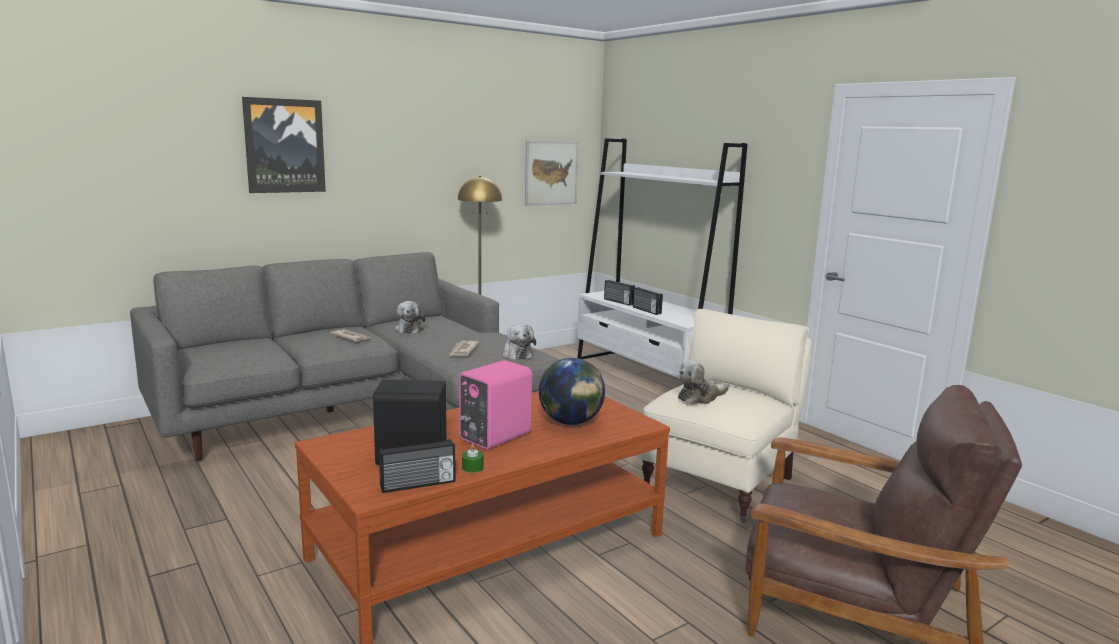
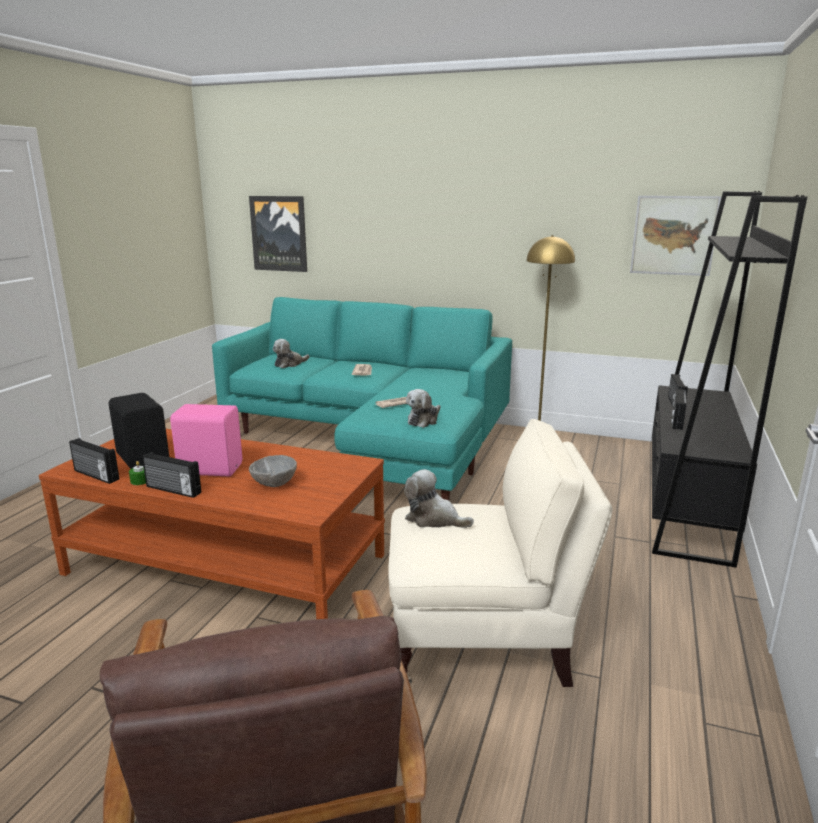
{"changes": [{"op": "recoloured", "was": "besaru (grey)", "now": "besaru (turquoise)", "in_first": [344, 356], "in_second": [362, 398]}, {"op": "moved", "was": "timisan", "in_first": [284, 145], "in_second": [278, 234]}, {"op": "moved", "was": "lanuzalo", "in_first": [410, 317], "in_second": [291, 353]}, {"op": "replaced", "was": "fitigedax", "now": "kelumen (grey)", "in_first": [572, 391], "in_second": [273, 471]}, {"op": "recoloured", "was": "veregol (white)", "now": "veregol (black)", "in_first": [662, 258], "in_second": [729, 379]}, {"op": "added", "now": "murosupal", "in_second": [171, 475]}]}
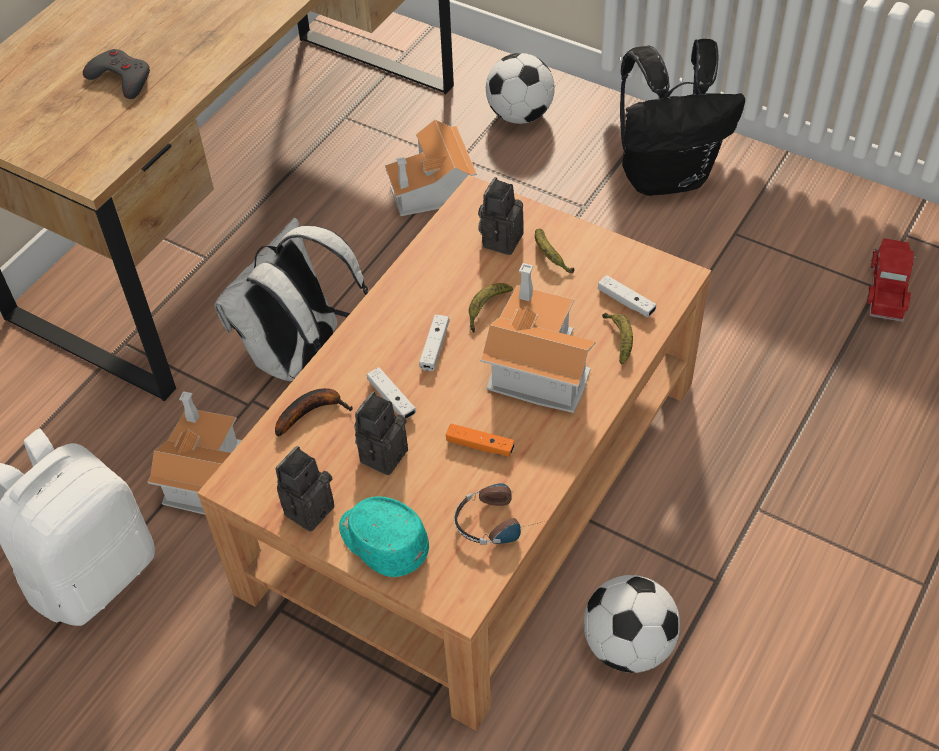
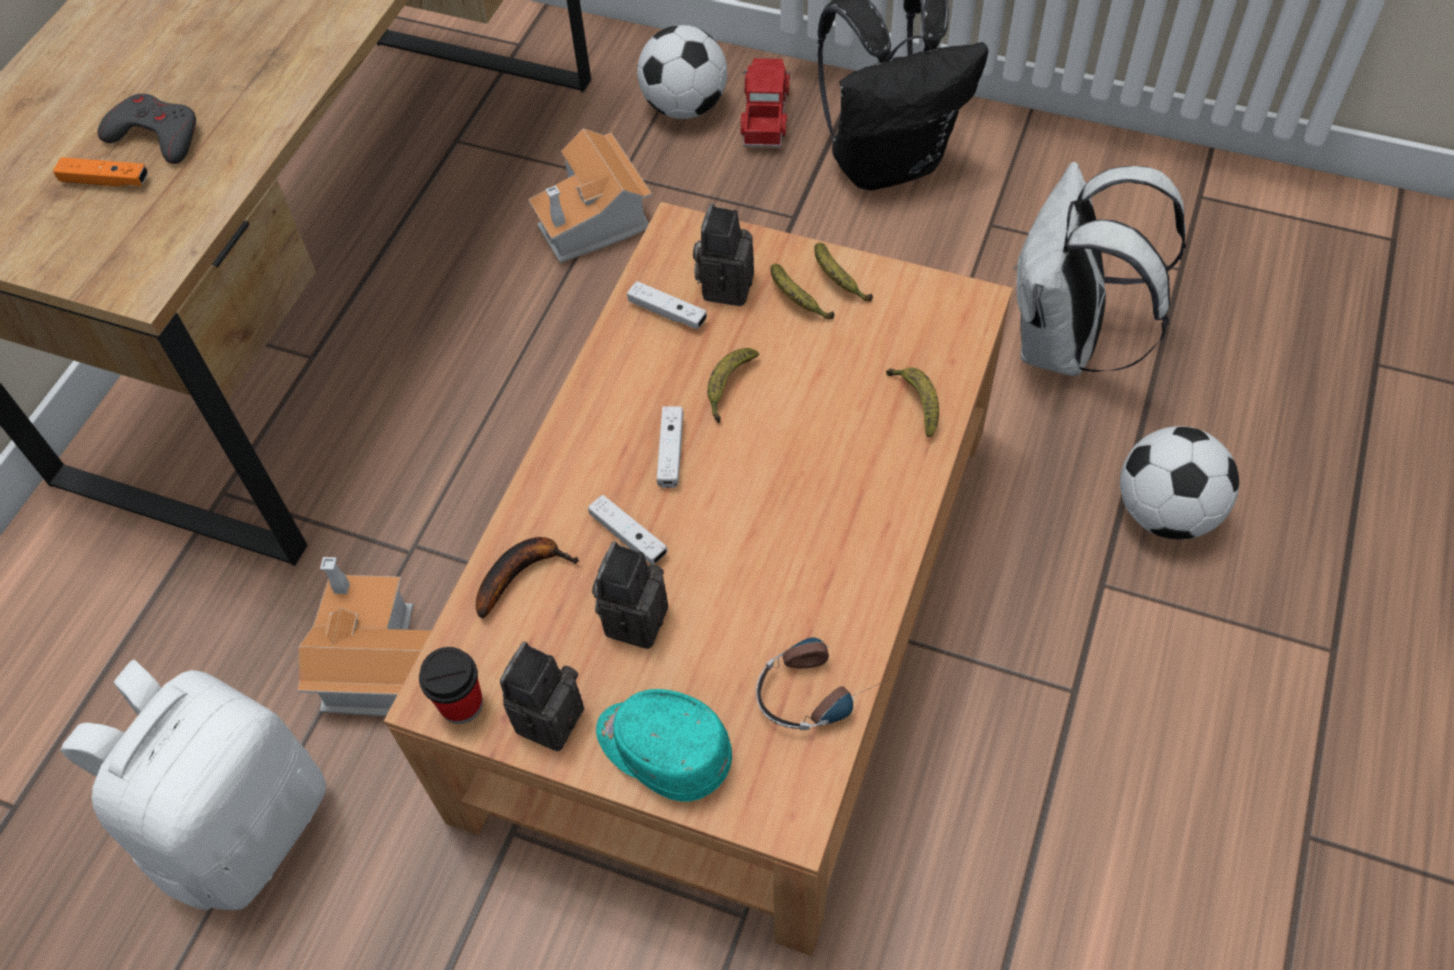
{"changes": [{"op": "moved", "was": "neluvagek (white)", "in_first": [291, 299], "in_second": [1100, 269]}, {"op": "moved", "was": "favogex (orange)", "in_first": [480, 440], "in_second": [100, 171]}, {"op": "removed", "was": "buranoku", "in_first": [537, 338]}, {"op": "moved", "was": "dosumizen", "in_first": [632, 624], "in_second": [1179, 482]}, {"op": "moved", "was": "favogex (white)", "in_first": [627, 296], "in_second": [667, 305]}, {"op": "moved", "was": "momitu", "in_first": [892, 280], "in_second": [766, 103]}, {"op": "added", "now": "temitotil", "in_second": [451, 685]}, {"op": "added", "now": "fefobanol", "in_second": [843, 272]}]}
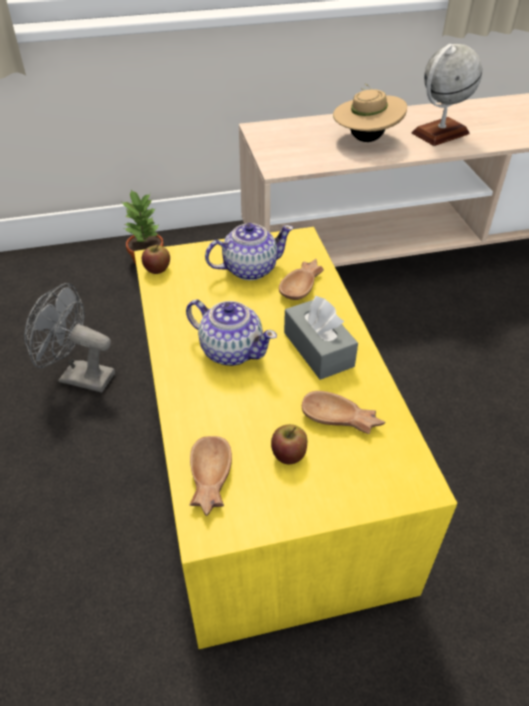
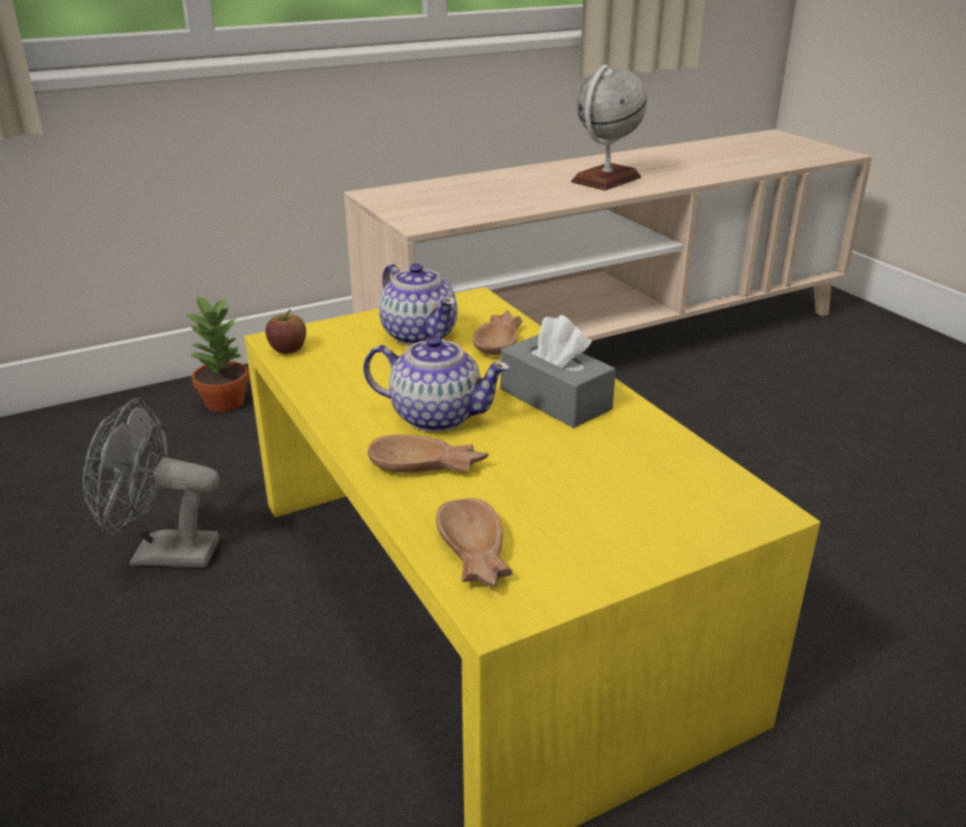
{"changes": [{"op": "turned", "was": "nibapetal", "in_first": [249, 251], "in_second": [418, 304], "clockwise": 90}, {"op": "removed", "was": "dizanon", "in_first": [289, 444]}, {"op": "moved", "was": "kelumen (brown)", "in_first": [343, 412], "in_second": [428, 454]}, {"op": "removed", "was": "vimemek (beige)", "in_first": [370, 112]}]}
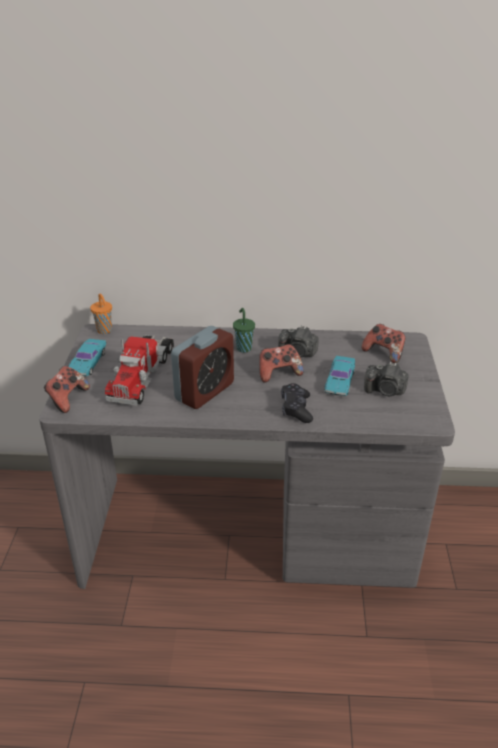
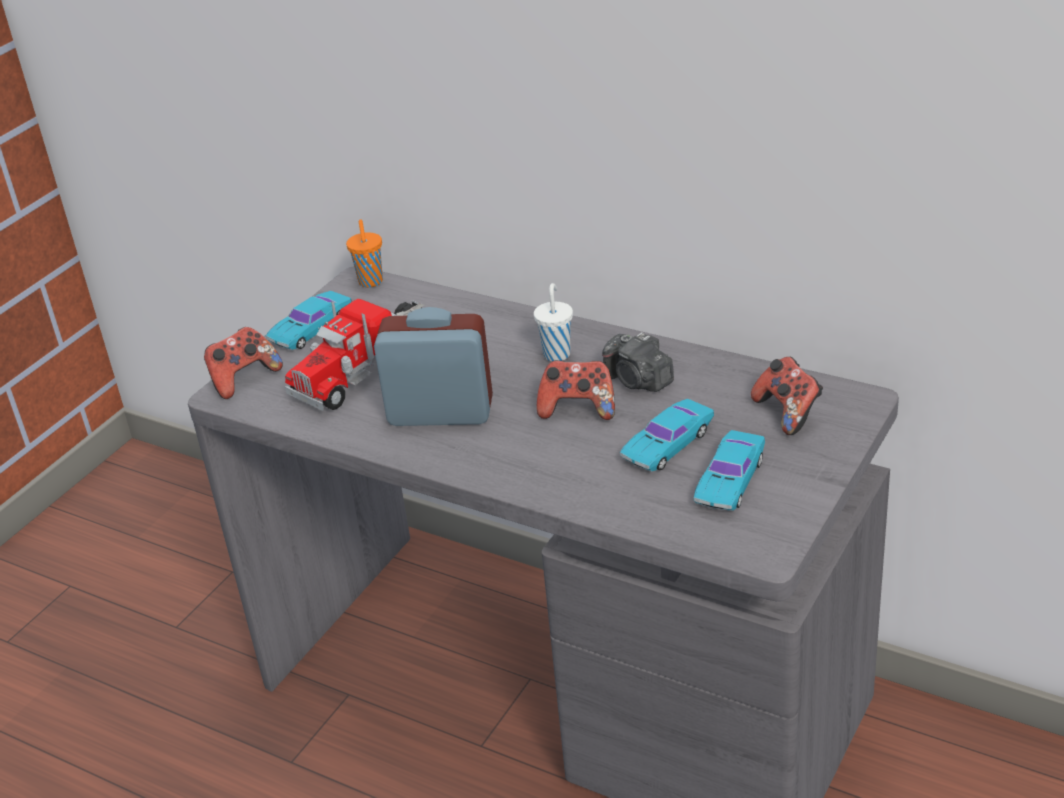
{"changes": [{"op": "turned", "was": "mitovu", "in_first": [202, 367], "in_second": [433, 366], "clockwise": -150}, {"op": "recoloured", "was": "temitotil (green)", "now": "temitotil (white)", "in_first": [244, 330], "in_second": [553, 322]}, {"op": "removed", "was": "favogex (black)", "in_first": [297, 403]}, {"op": "replaced", "was": "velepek", "now": "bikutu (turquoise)", "in_first": [386, 379], "in_second": [729, 470]}]}
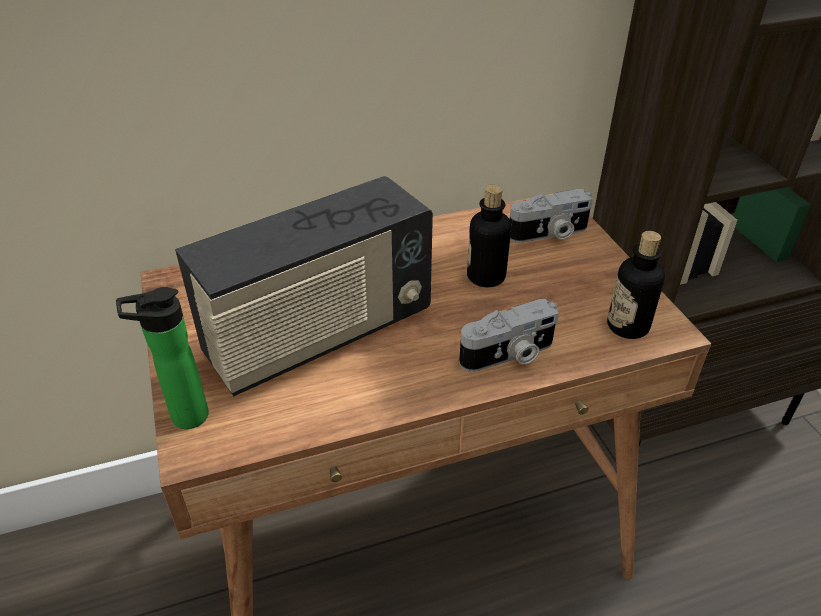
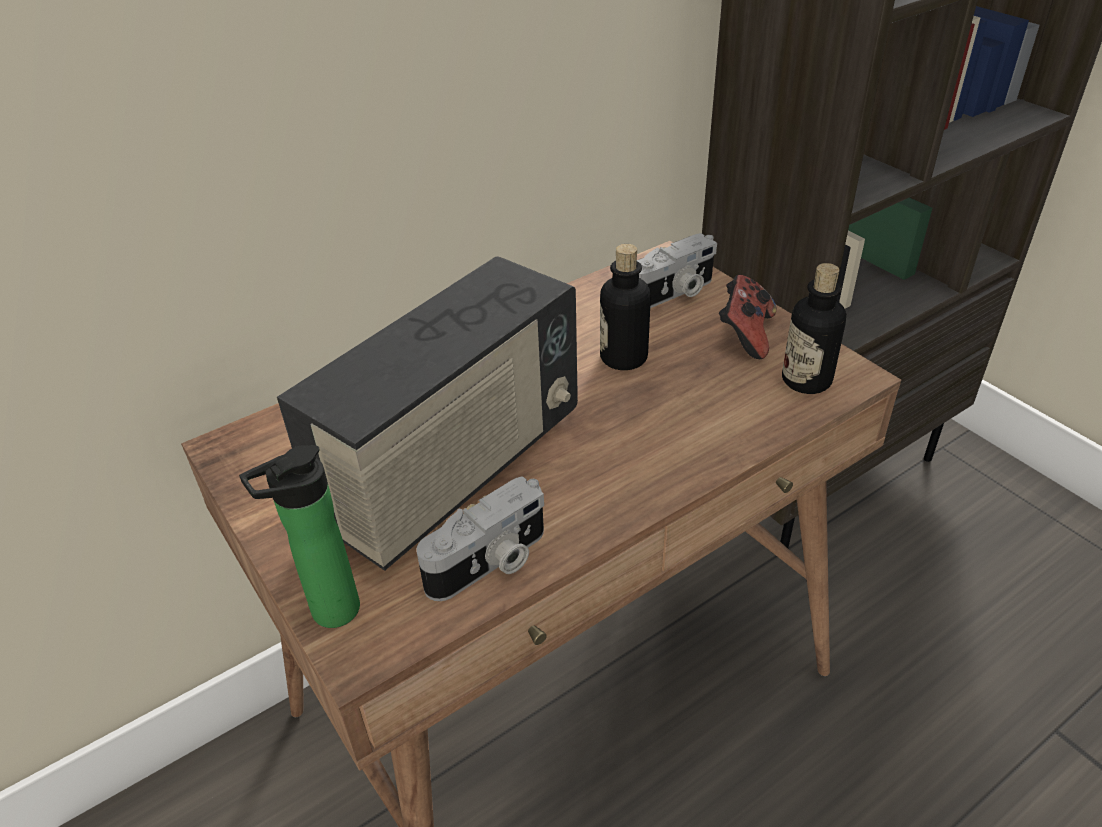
{"changes": [{"op": "moved", "was": "velepek", "in_first": [509, 335], "in_second": [480, 538]}, {"op": "added", "now": "favogex", "in_second": [748, 317]}]}
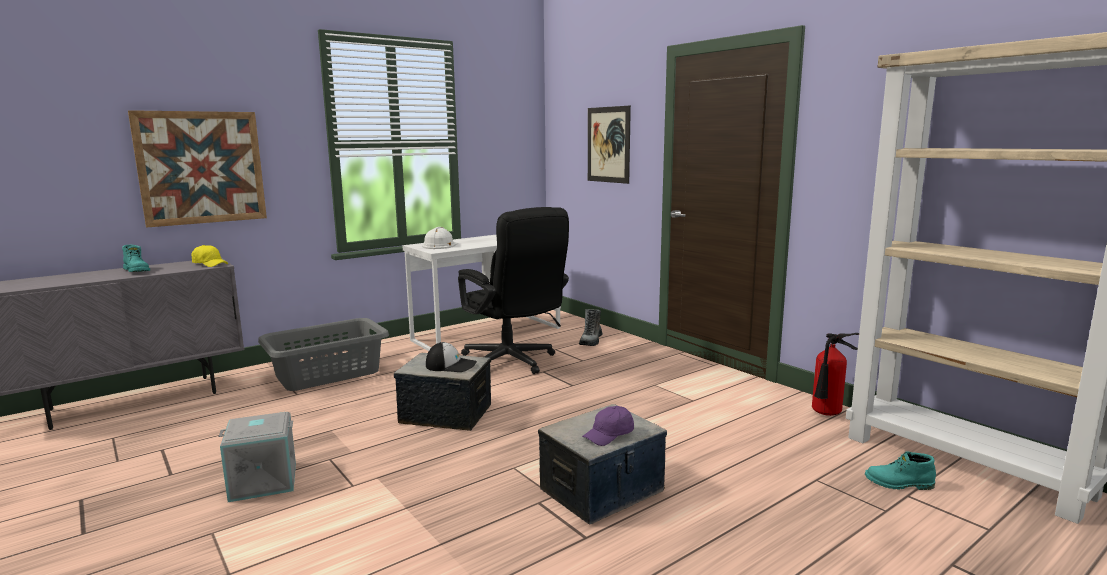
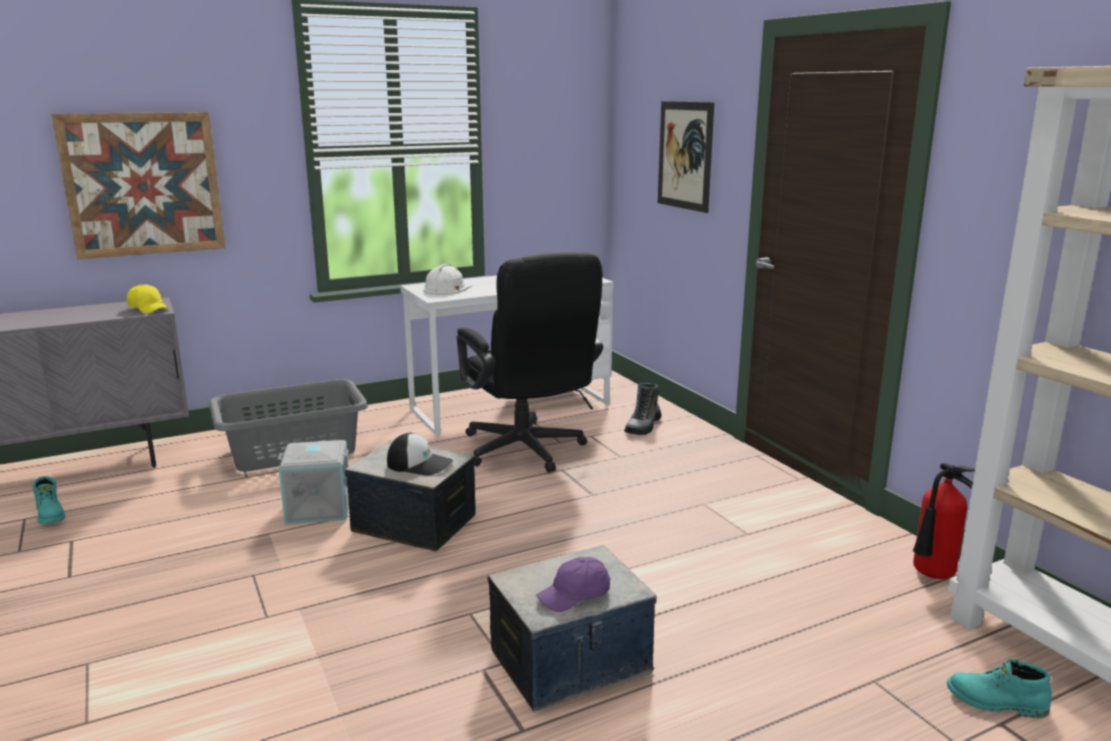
{"changes": [{"op": "moved", "was": "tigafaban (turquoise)", "in_first": [136, 258], "in_second": [48, 500]}, {"op": "moved", "was": "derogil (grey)", "in_first": [257, 457], "in_second": [313, 482]}]}
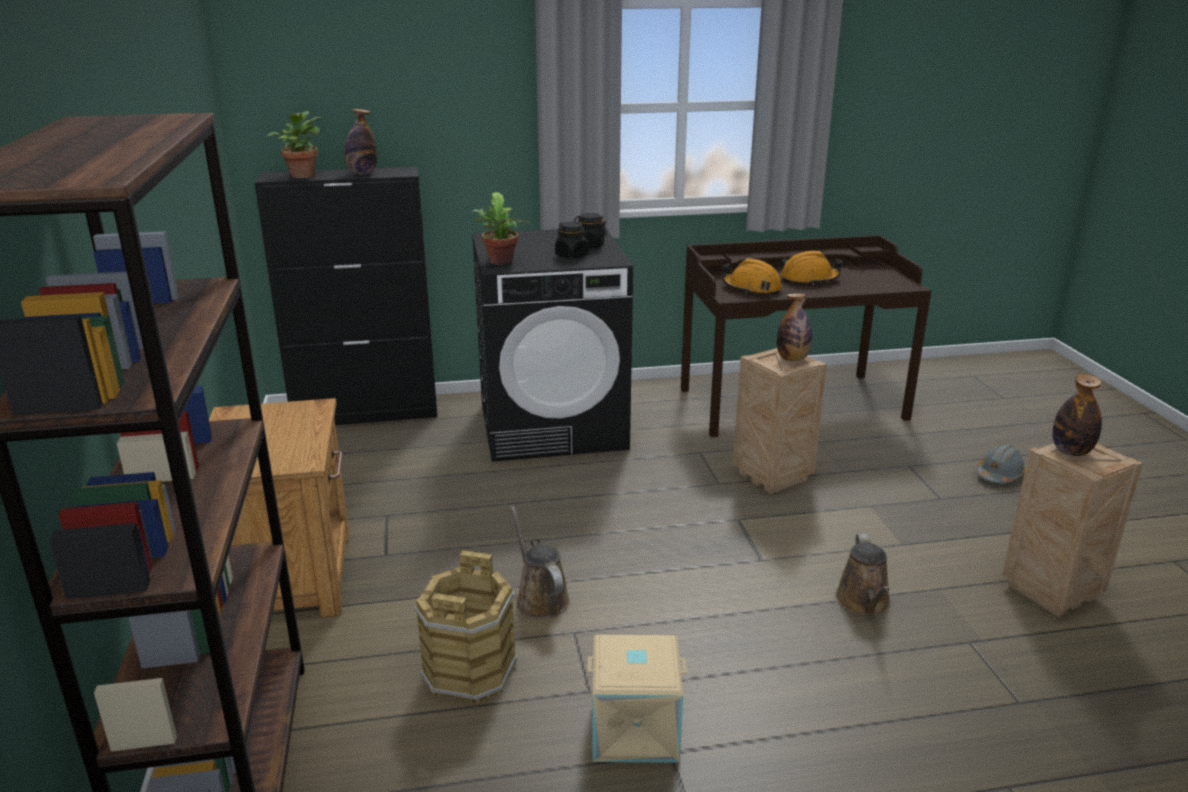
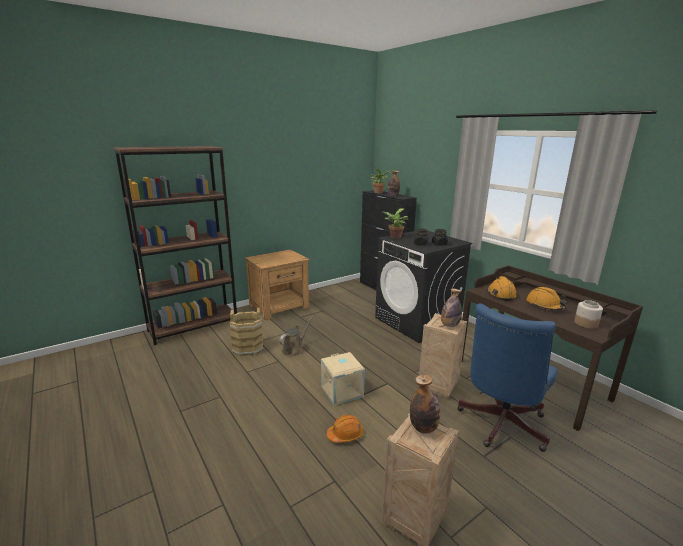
{"changes": [{"op": "moved", "was": "derogil (beige)", "in_first": [637, 699], "in_second": [343, 379]}, {"op": "replaced", "was": "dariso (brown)", "now": "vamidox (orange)", "in_first": [863, 575], "in_second": [345, 429]}, {"op": "removed", "was": "vamidox (grey)", "in_first": [1001, 463]}, {"op": "added", "now": "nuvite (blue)", "in_second": [507, 377]}, {"op": "added", "now": "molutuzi", "in_second": [588, 314]}]}
